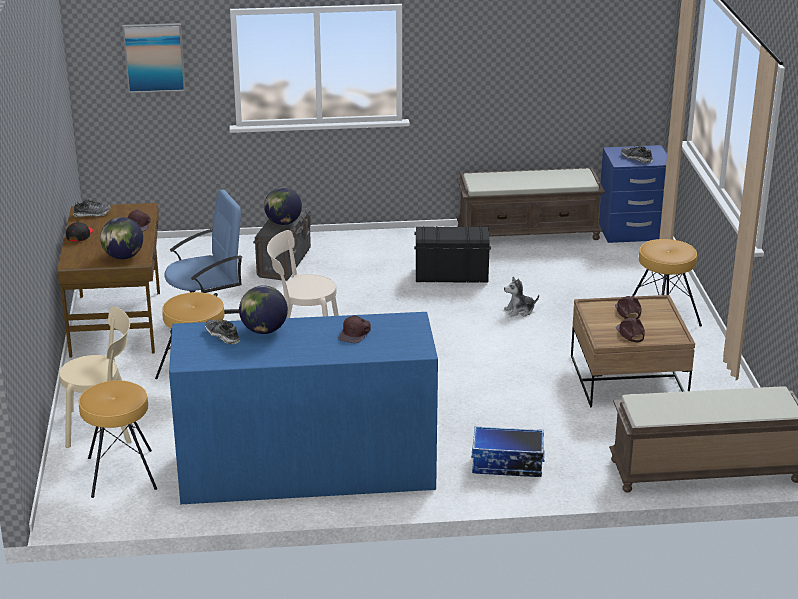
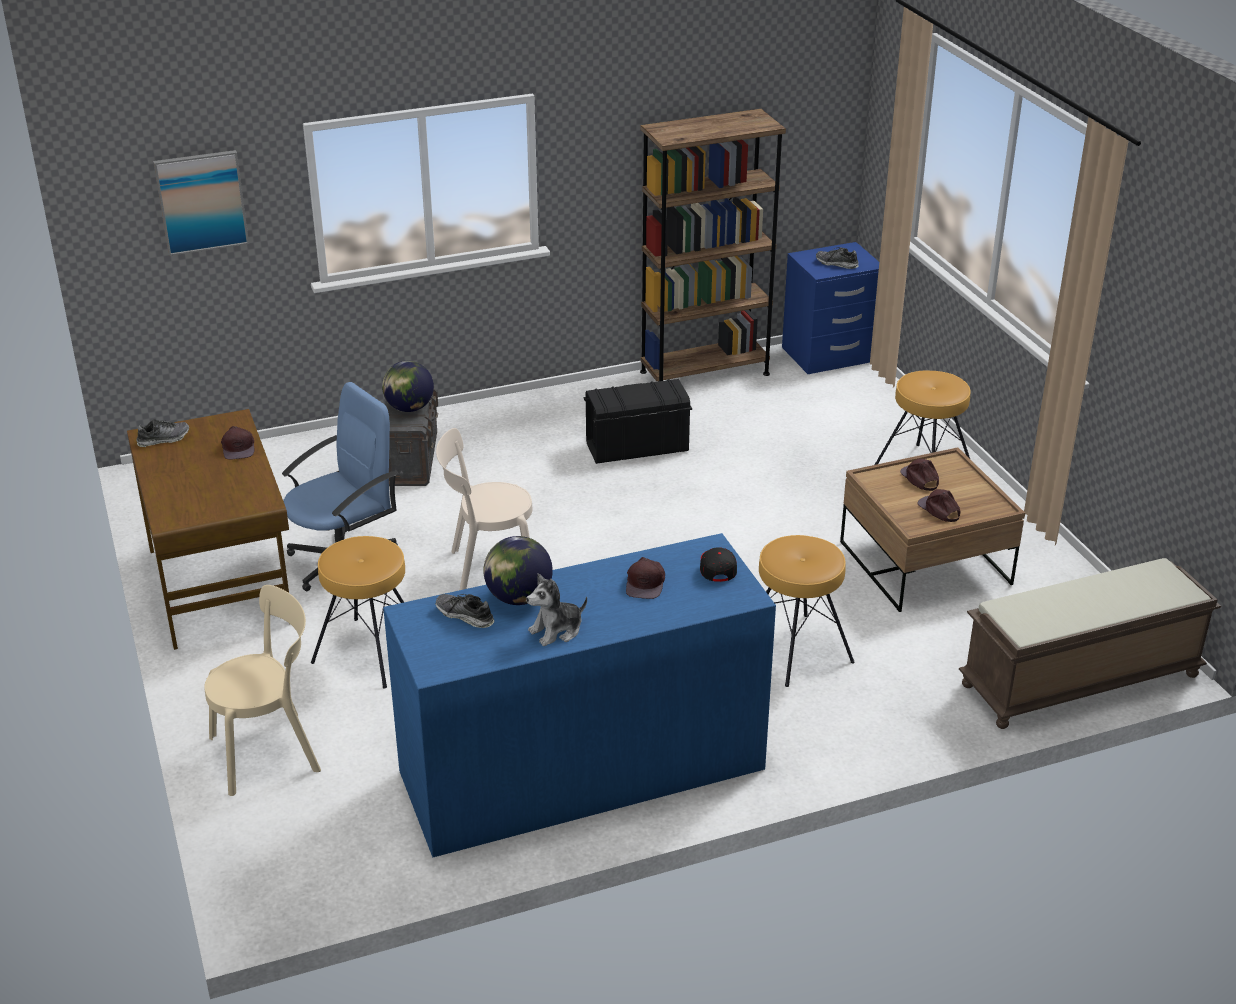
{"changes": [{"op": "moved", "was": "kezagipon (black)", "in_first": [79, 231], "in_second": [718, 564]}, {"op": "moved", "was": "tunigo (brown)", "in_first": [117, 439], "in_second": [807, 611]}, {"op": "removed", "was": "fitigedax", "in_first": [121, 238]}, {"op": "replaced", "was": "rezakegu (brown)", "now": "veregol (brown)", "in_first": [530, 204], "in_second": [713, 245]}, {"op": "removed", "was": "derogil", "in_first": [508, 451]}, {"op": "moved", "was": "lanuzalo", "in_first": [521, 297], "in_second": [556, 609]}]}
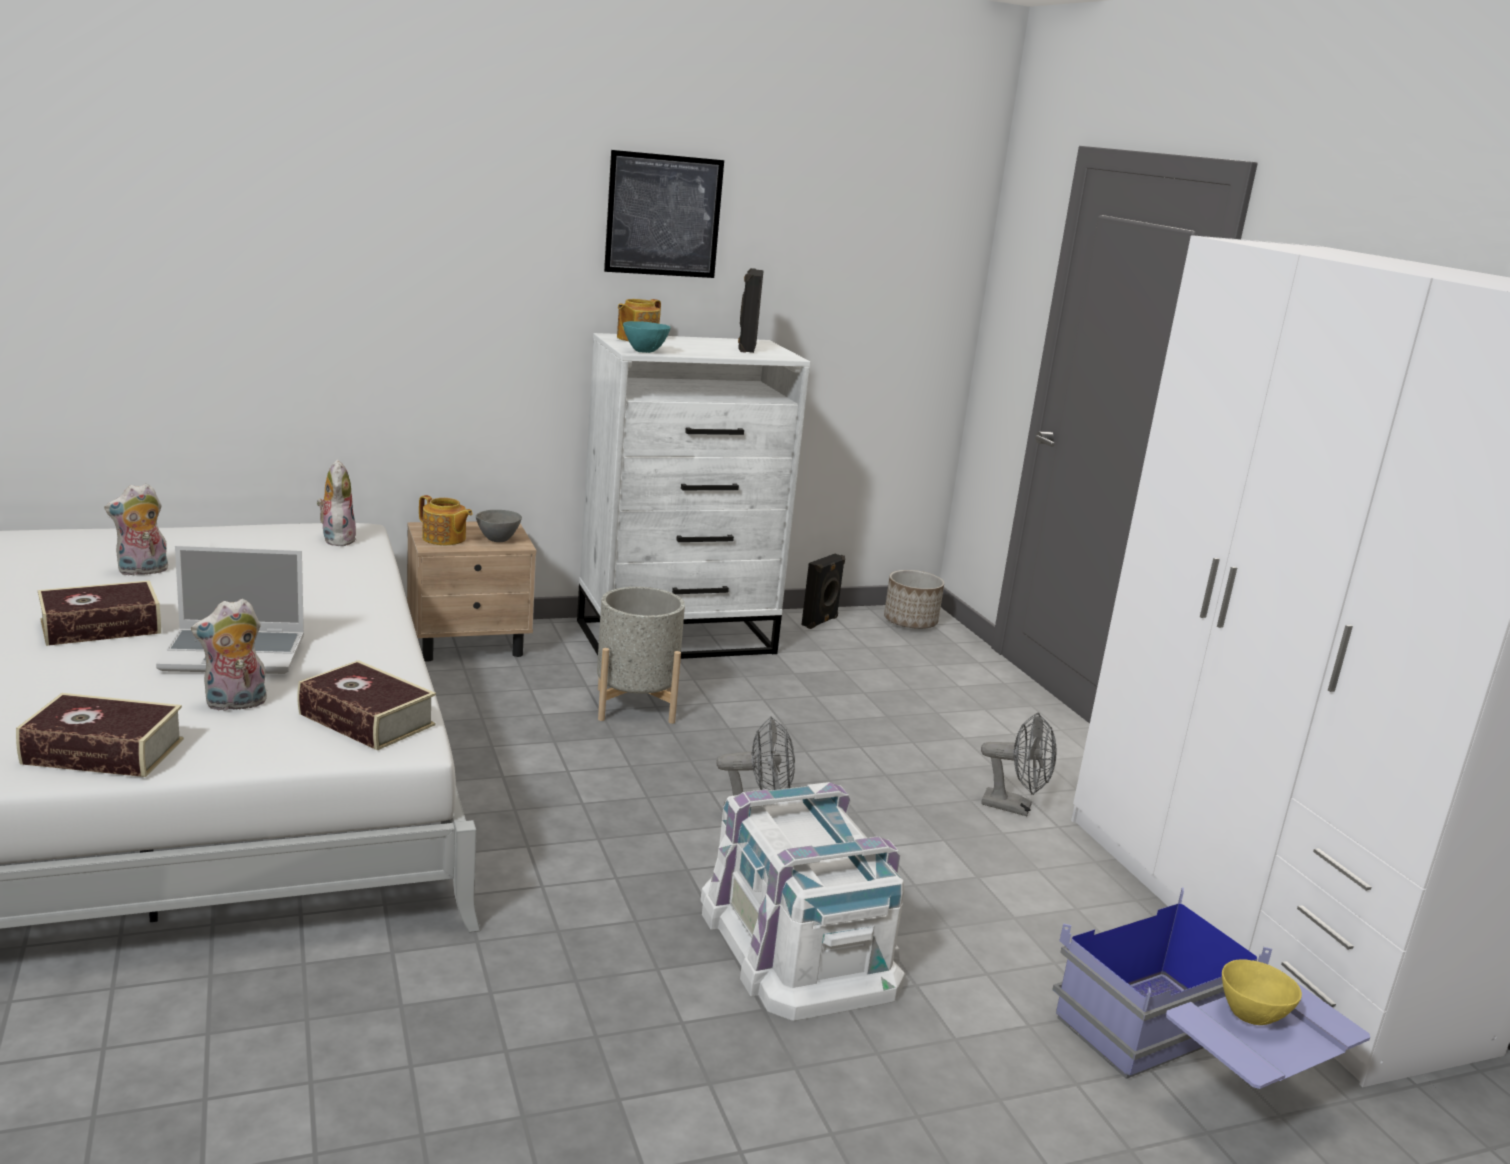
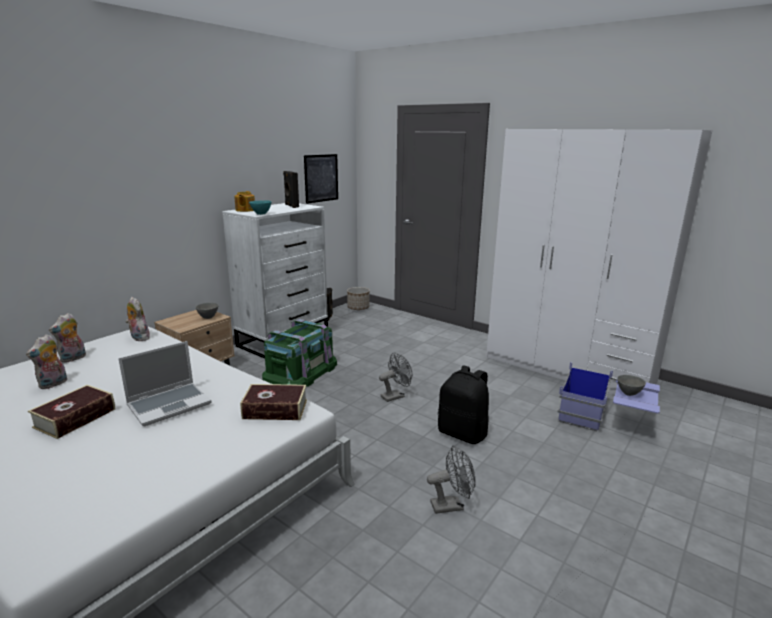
{"changes": [{"op": "removed", "was": "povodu", "in_first": [100, 735]}, {"op": "moved", "was": "lanuzalo", "in_first": [229, 654], "in_second": [67, 338]}, {"op": "removed", "was": "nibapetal", "in_first": [446, 520]}, {"op": "replaced", "was": "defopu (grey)", "now": "derogil (green)", "in_first": [641, 655], "in_second": [299, 353]}, {"op": "moved", "was": "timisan", "in_first": [664, 214], "in_second": [321, 179]}, {"op": "replaced", "was": "derogil (white)", "now": "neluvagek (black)", "in_first": [802, 901], "in_second": [463, 405]}, {"op": "moved", "was": "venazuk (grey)", "in_first": [1019, 764], "in_second": [451, 479]}, {"op": "recoloured", "was": "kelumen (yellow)", "now": "kelumen (grey)", "in_first": [1262, 992], "in_second": [631, 385]}]}
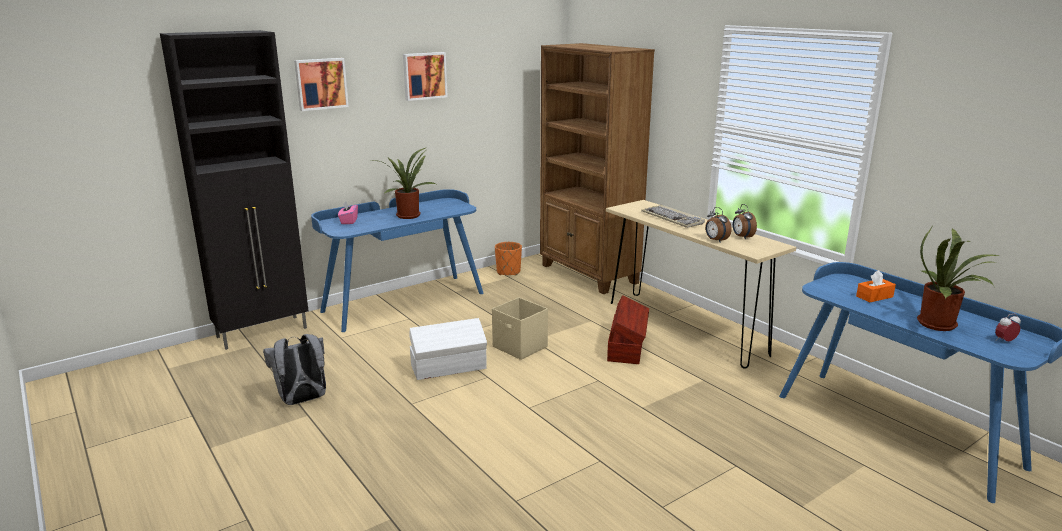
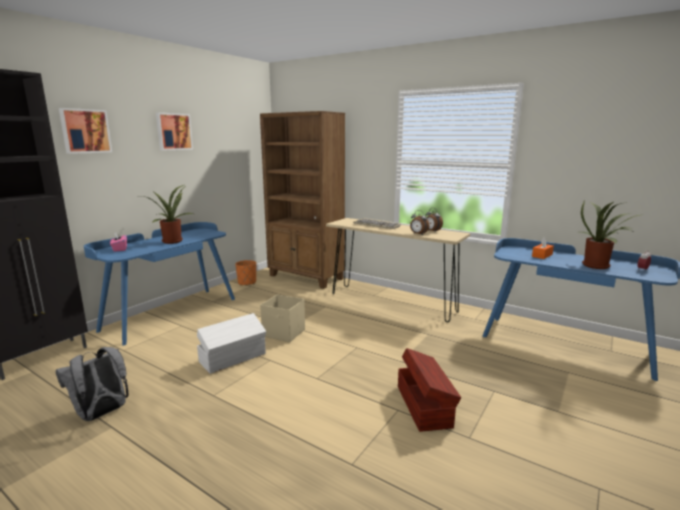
{"changes": [{"op": "moved", "was": "derogil (brown)", "in_first": [628, 329], "in_second": [429, 390]}]}
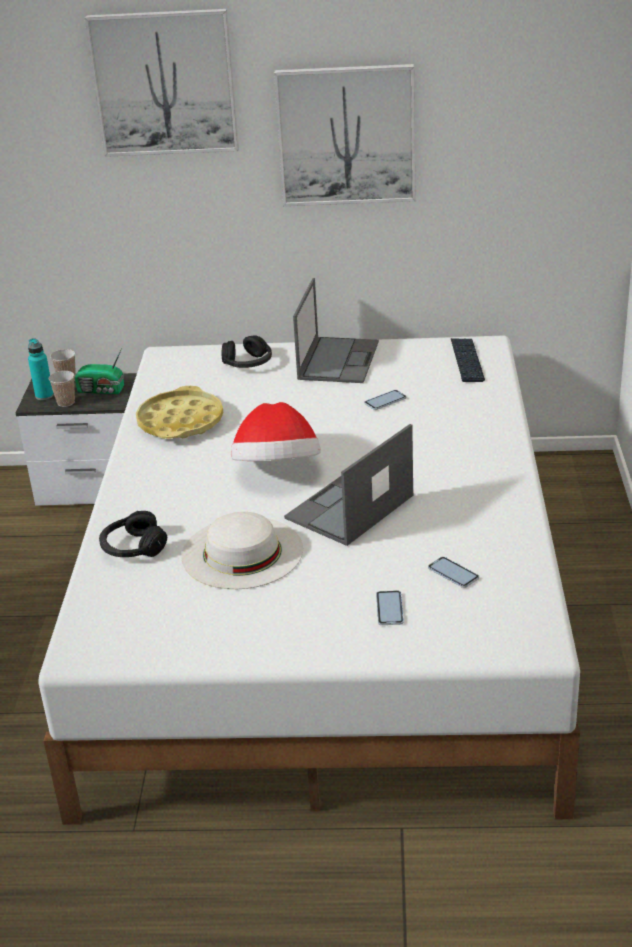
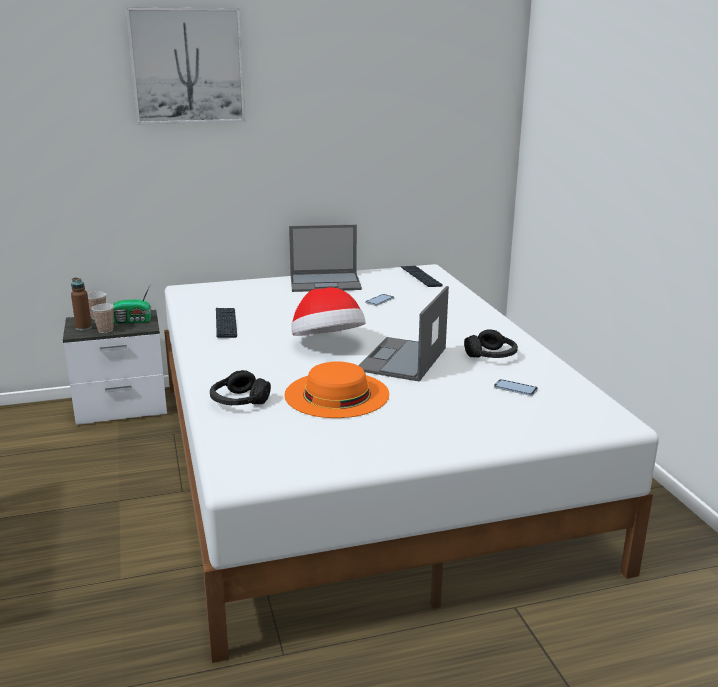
{"changes": [{"op": "recoloured", "was": "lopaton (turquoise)", "now": "lopaton (brown)", "in_first": [41, 369], "in_second": [81, 304]}, {"op": "replaced", "was": "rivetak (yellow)", "now": "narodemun", "in_first": [179, 412], "in_second": [226, 323]}, {"op": "recoloured", "was": "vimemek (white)", "now": "vimemek (orange)", "in_first": [242, 550], "in_second": [337, 389]}, {"op": "moved", "was": "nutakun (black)", "in_first": [247, 351], "in_second": [491, 343]}, {"op": "removed", "was": "timisan", "in_first": [345, 135]}, {"op": "turned", "was": "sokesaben", "in_first": [336, 330], "in_second": [325, 258], "clockwise": 90}, {"op": "removed", "was": "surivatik", "in_first": [390, 608]}]}
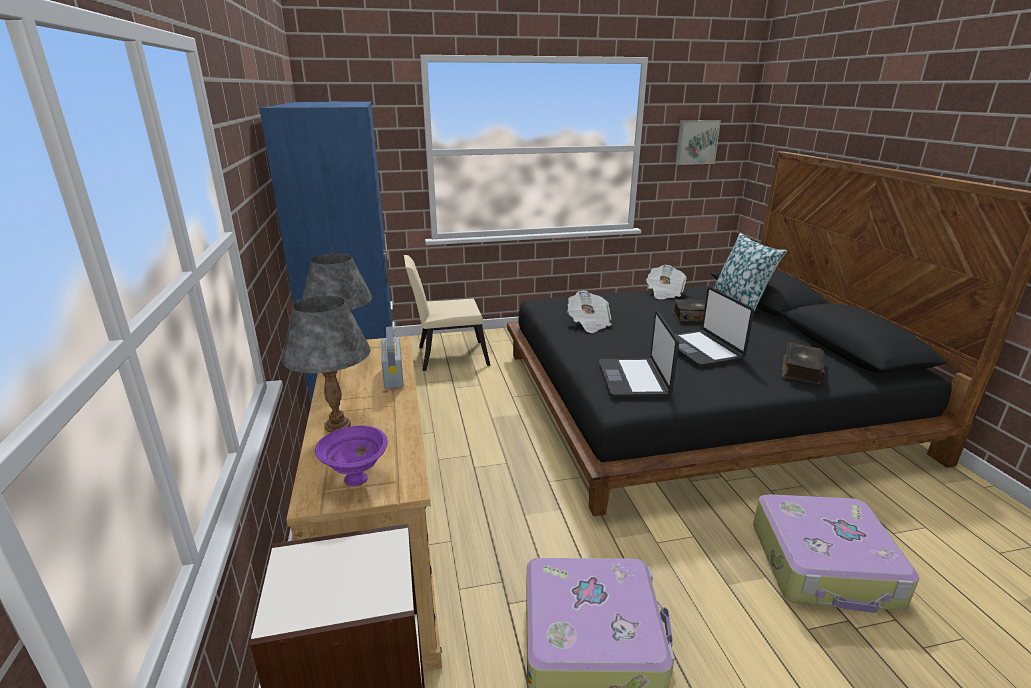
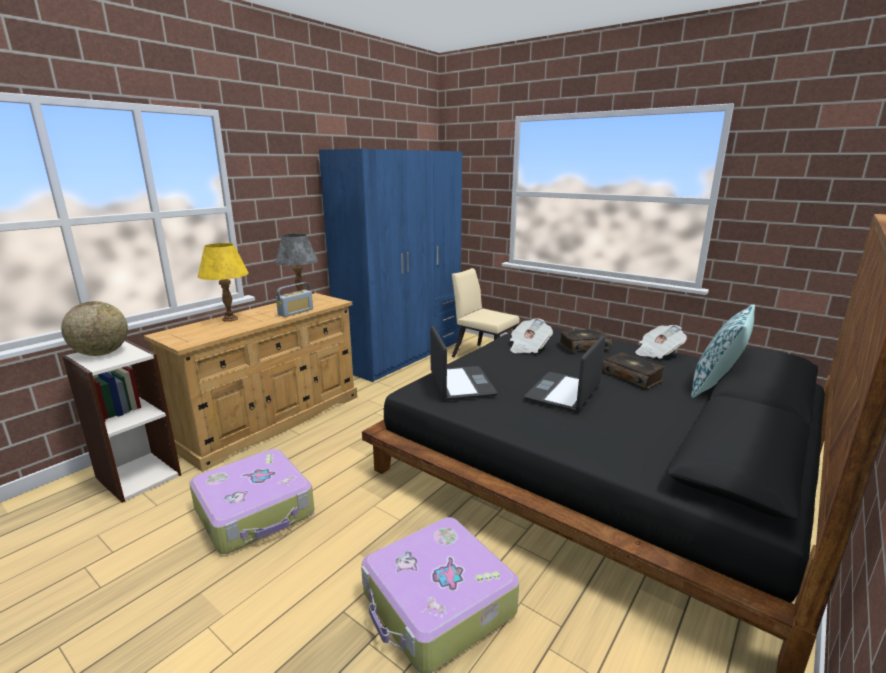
{"changes": [{"op": "recoloured", "was": "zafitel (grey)", "now": "zafitel (yellow)", "in_first": [326, 363], "in_second": [223, 282]}, {"op": "removed", "was": "kelumen (purple)", "in_first": [351, 455]}, {"op": "turned", "was": "sokesaben", "in_first": [639, 354], "in_second": [463, 363], "clockwise": 120}, {"op": "removed", "was": "timisan", "in_first": [698, 142]}, {"op": "moved", "was": "povodu", "in_first": [803, 363], "in_second": [585, 340]}, {"op": "added", "now": "fitigedax", "in_second": [94, 328]}]}
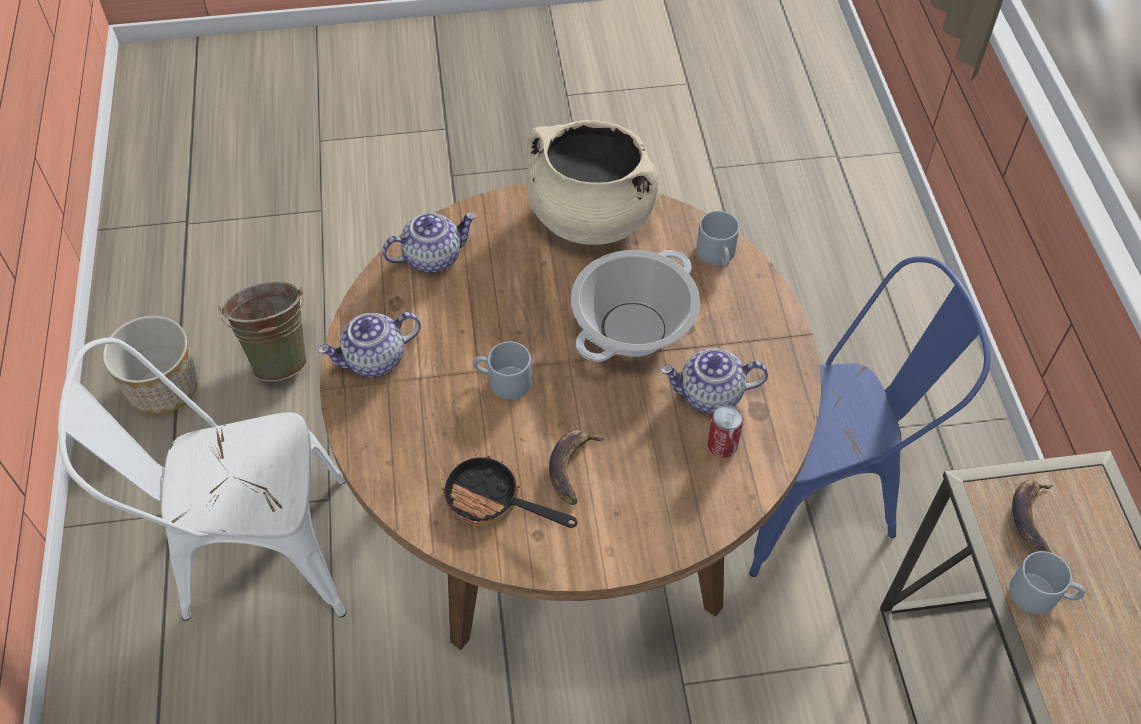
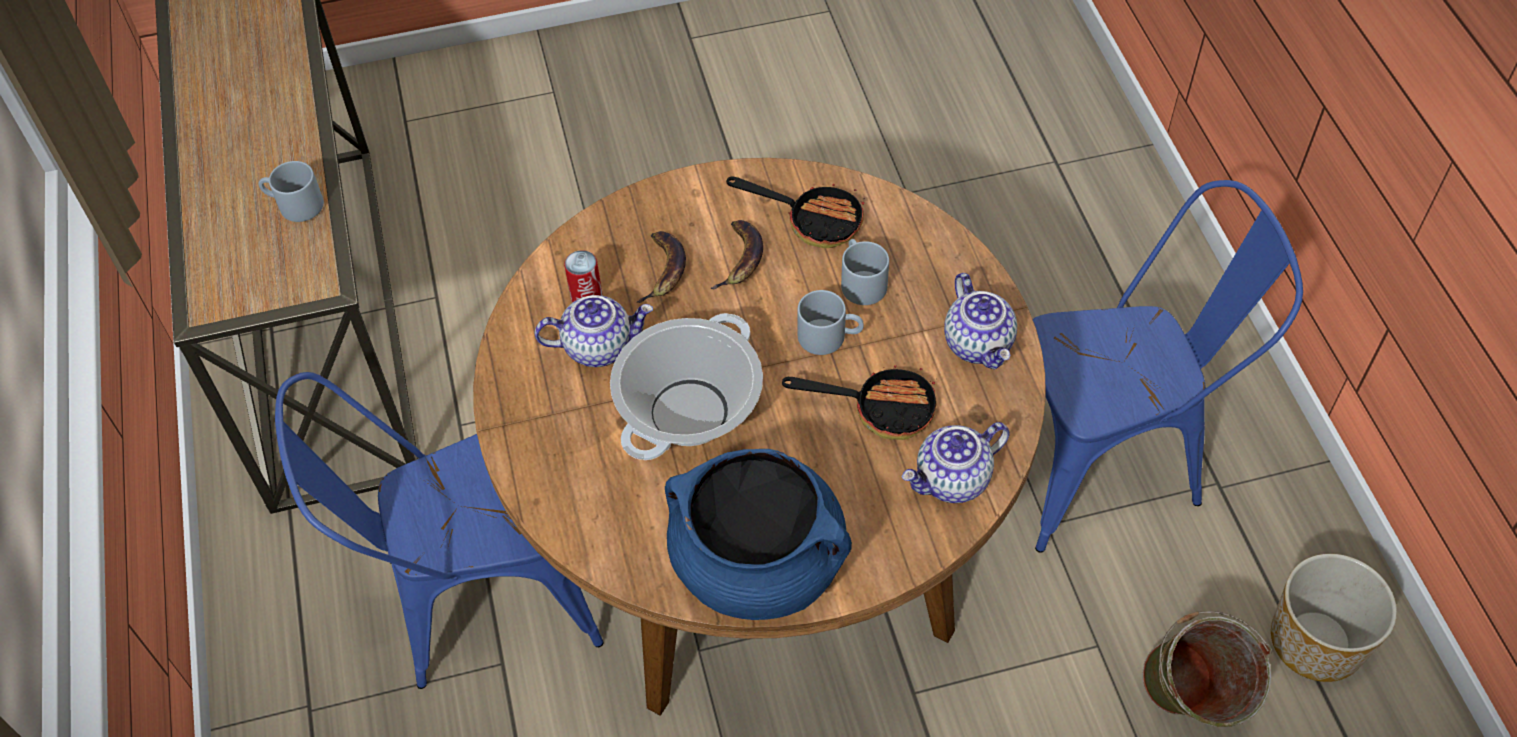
{"changes": [{"op": "recoloured", "was": "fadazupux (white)", "now": "fadazupux (blue)", "in_first": [202, 479], "in_second": [1168, 366]}, {"op": "turned", "was": "nibapetal", "in_first": [369, 344], "in_second": [980, 321], "clockwise": 105}, {"op": "recoloured", "was": "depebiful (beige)", "now": "depebiful (blue)", "in_first": [593, 182], "in_second": [758, 534]}, {"op": "moved", "was": "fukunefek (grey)", "in_first": [717, 239], "in_second": [865, 272]}, {"op": "moved", "was": "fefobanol", "in_first": [1032, 516], "in_second": [661, 267]}, {"op": "added", "now": "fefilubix", "in_second": [859, 402]}]}
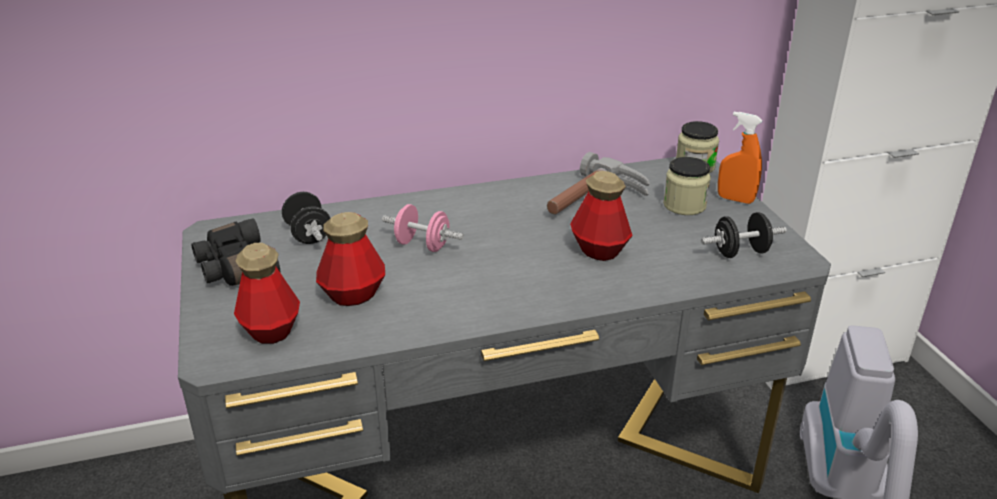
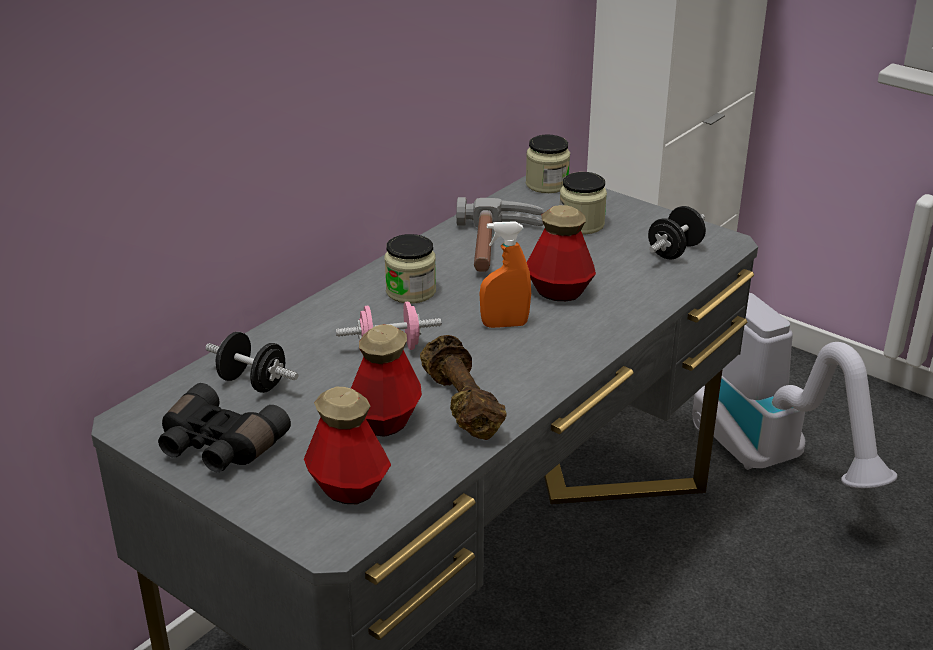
{"changes": [{"op": "moved", "was": "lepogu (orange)", "in_first": [740, 158], "in_second": [505, 274]}, {"op": "added", "now": "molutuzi", "in_second": [410, 269]}, {"op": "added", "now": "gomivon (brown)", "in_second": [463, 387]}]}
